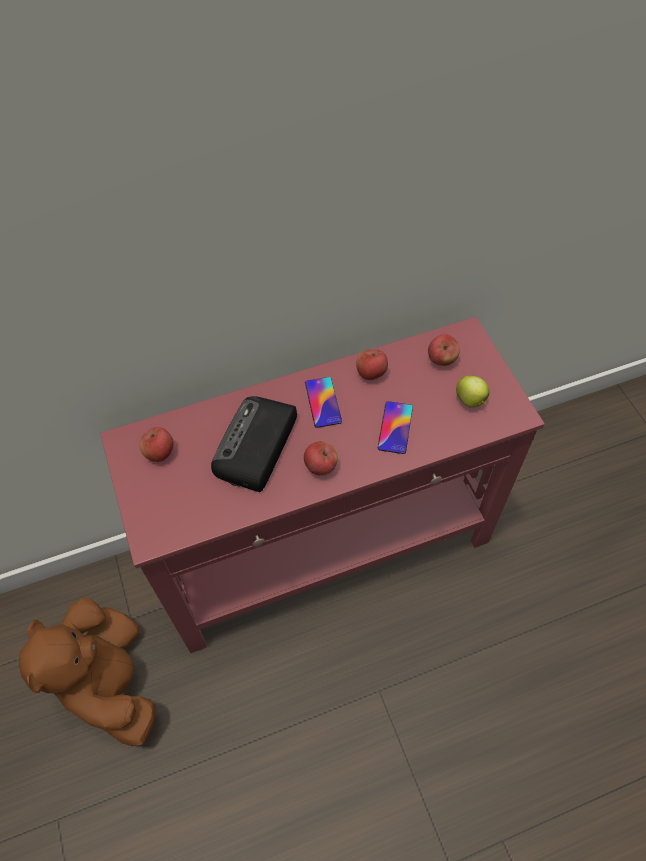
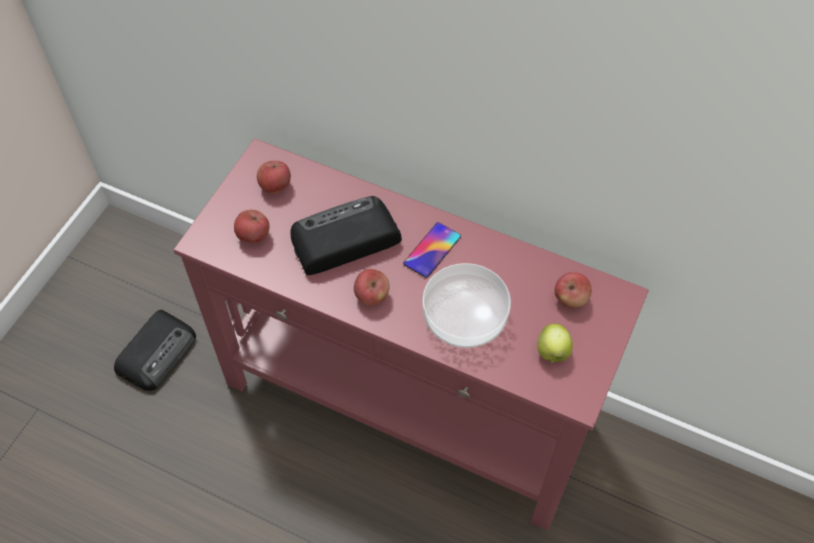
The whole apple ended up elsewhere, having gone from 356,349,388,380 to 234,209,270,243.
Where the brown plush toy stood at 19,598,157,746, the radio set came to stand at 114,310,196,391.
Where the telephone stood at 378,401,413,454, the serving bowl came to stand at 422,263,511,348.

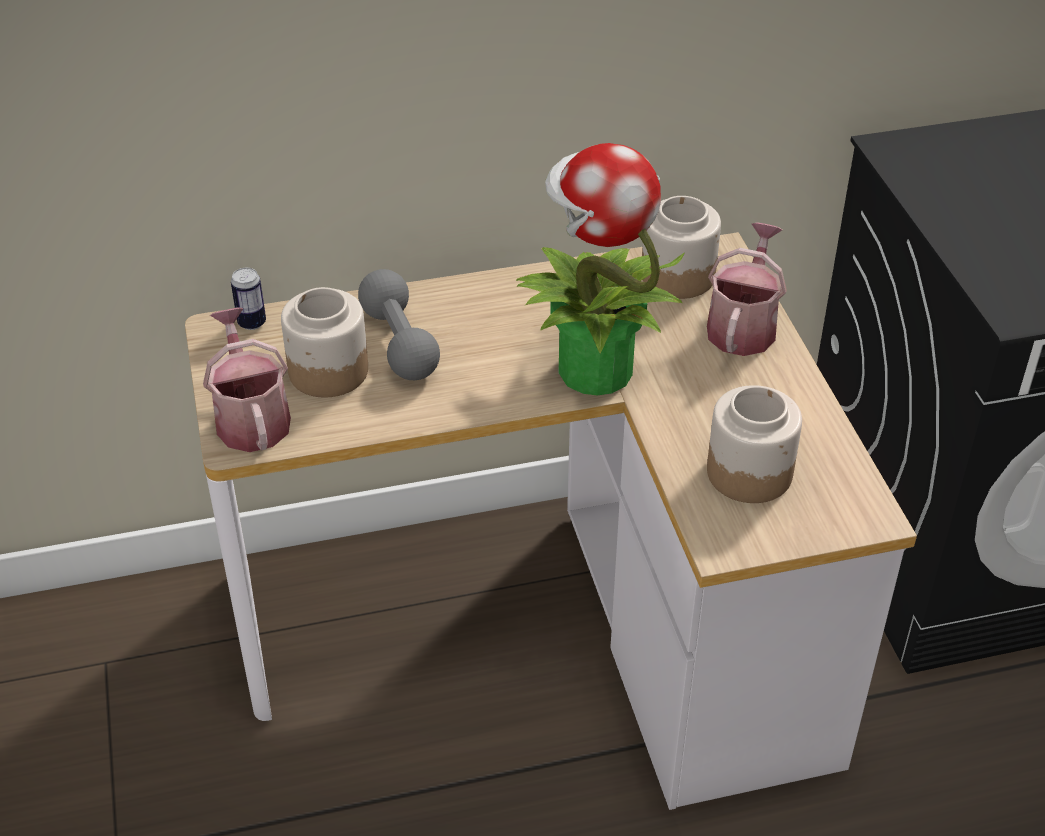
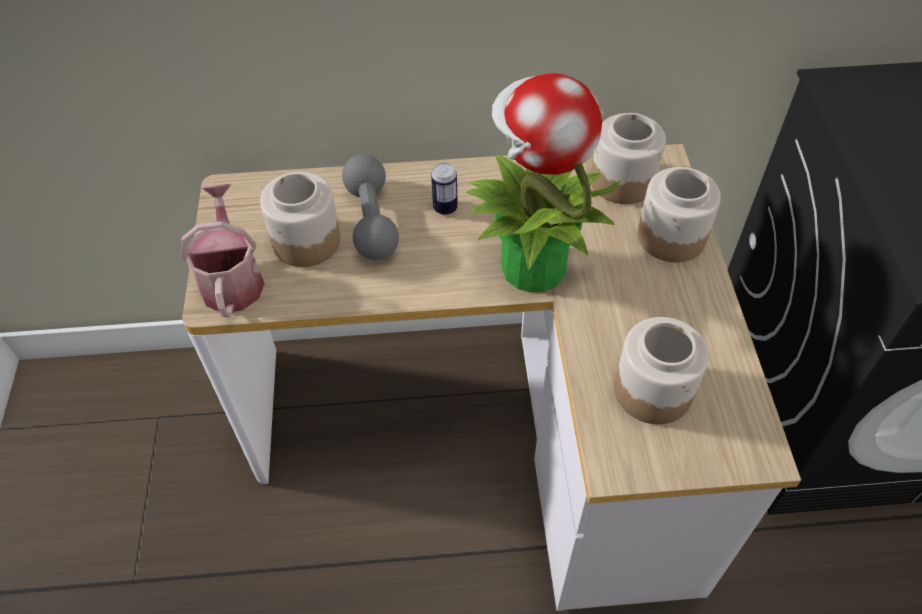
The sealed can ended up elsewhere, having gone from 231,268,266,330 to 431,163,458,215.
Where the sprinkling can stood at 707,222,787,356, the preserve jar came to stand at 638,167,721,263.

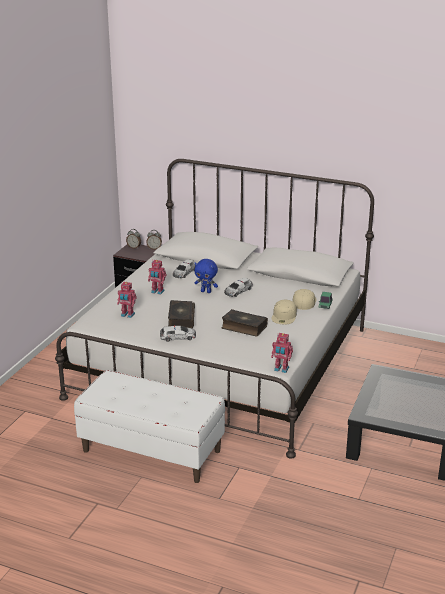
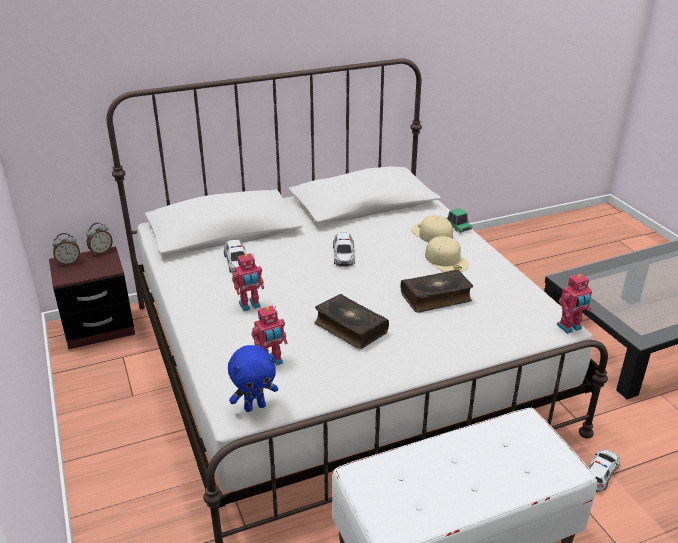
The model car ended up elsewhere, having gone from 160,325,196,342 to 588,449,620,492.
The bluish plush toy ended up elsewhere, having gone from 194,259,218,293 to 228,345,278,412.

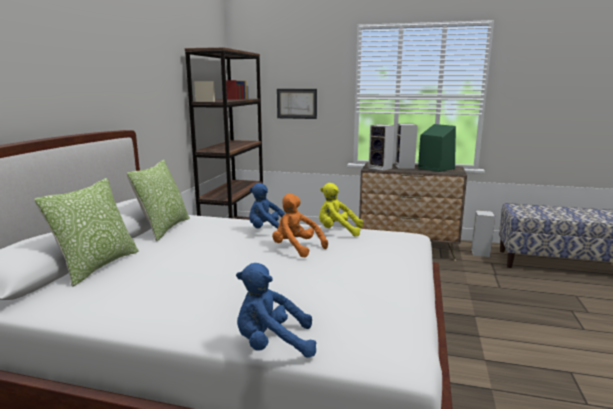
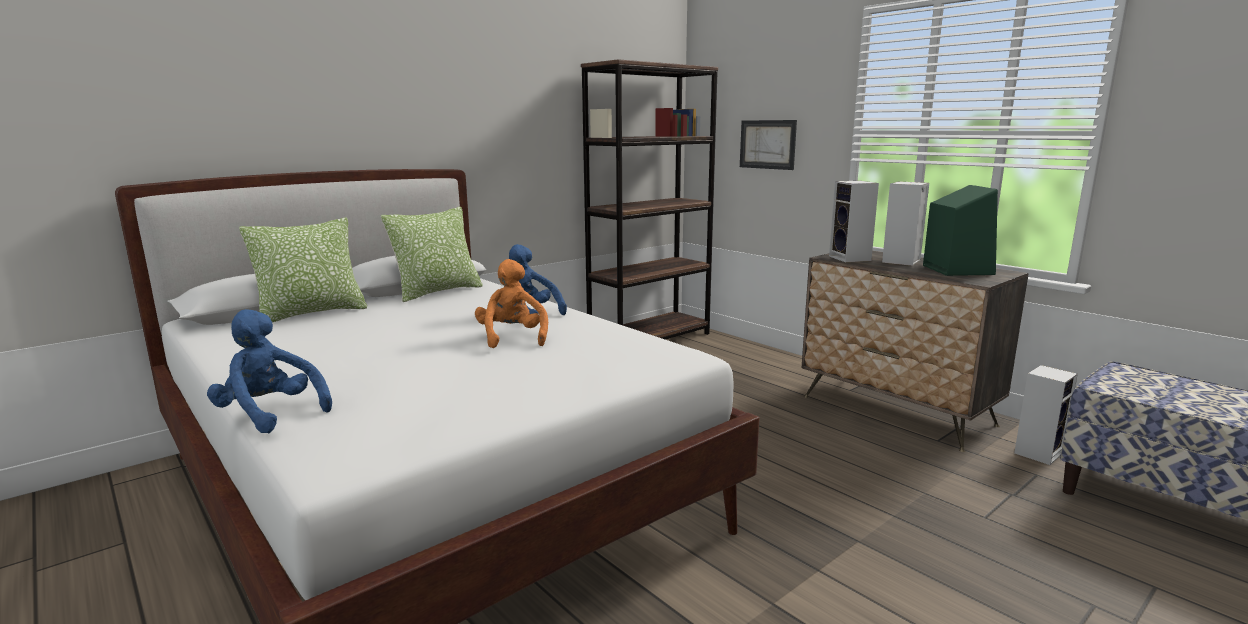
The second view lost the yellow-coloured plush toy at 319,183,363,237.

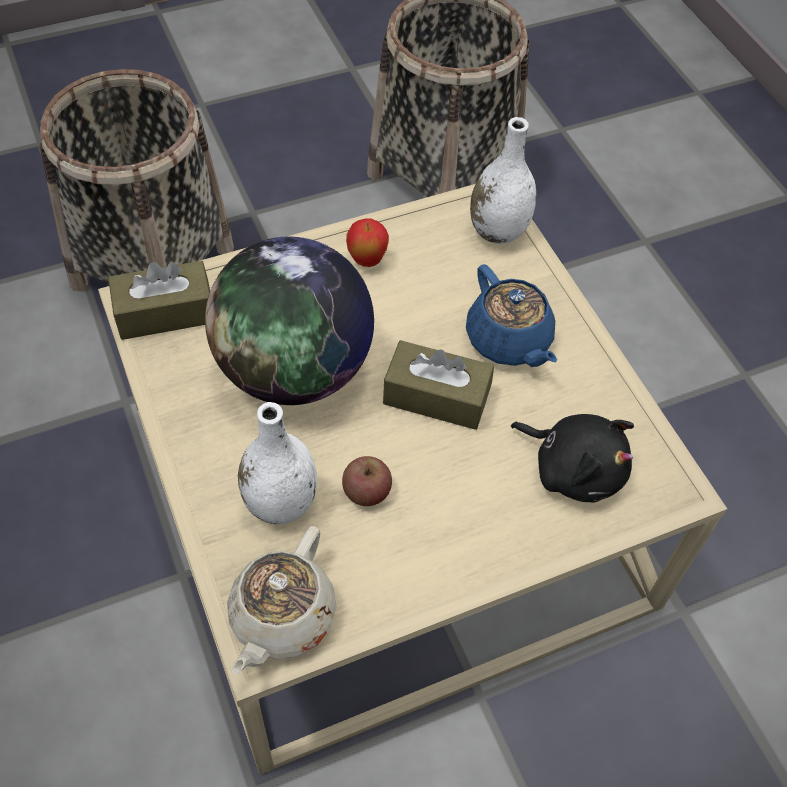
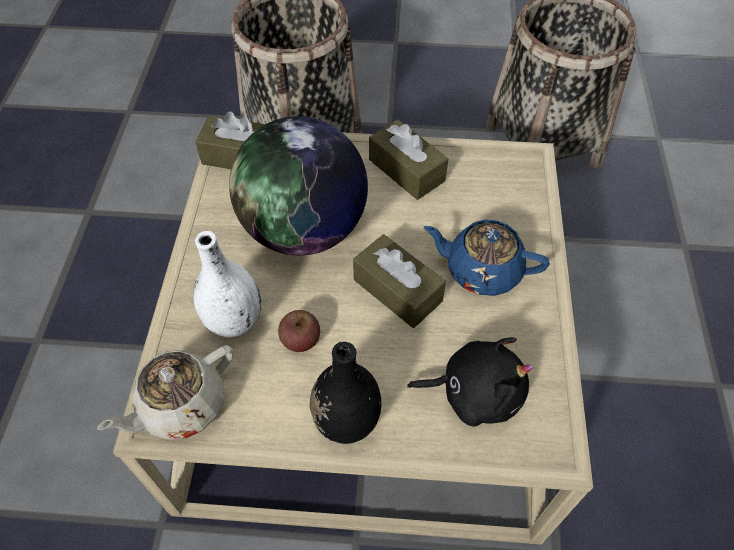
The second view lost the white vase at 470,117,536,244.
The second view gained the blackish vase at 310,342,382,444.
Where the whole apple stood at 346,218,389,267, the brown tissue box came to stand at 369,119,448,200.
The bluish teapot at 466,264,557,367 ended up facing another way, 105 degrees clockwise from before.
The blackish plush toy at 511,414,634,502 ended up facing another way, 60 degrees counterclockwise from before.

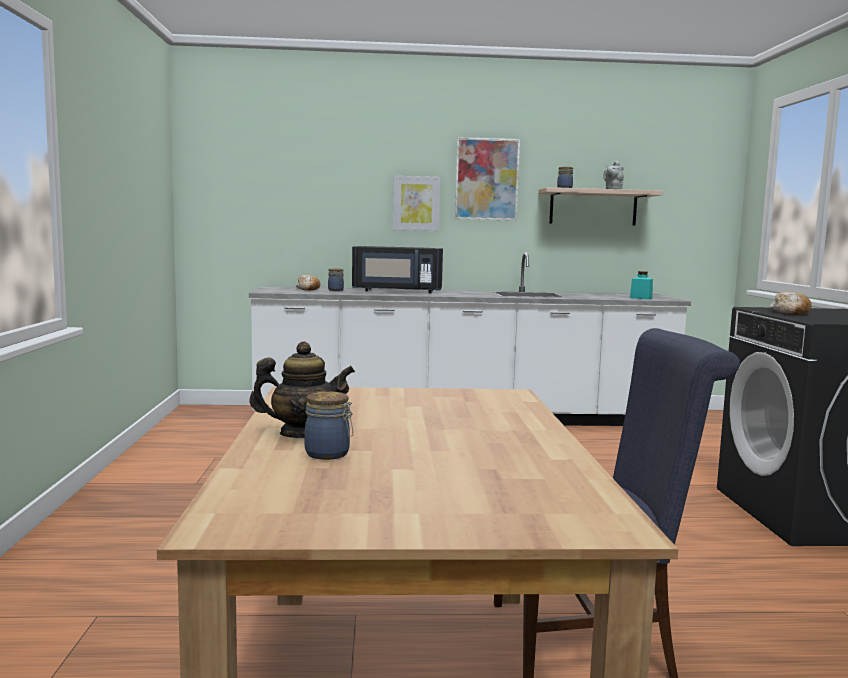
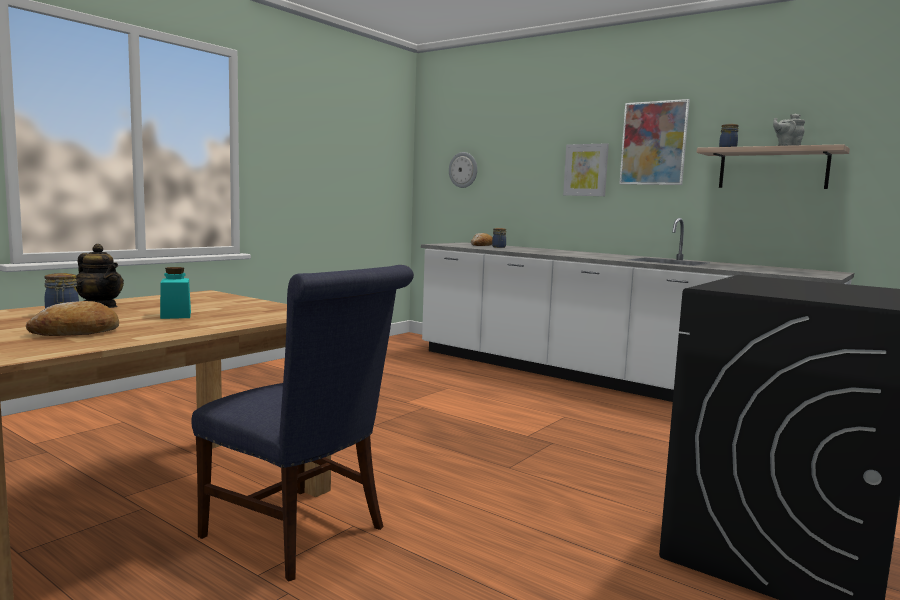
The second view lost the blackish microwave oven at 352,246,443,293.
The second view gained the wall clock at 449,152,477,188.
The turquoise preserve jar ended up elsewhere, having gone from 630,271,653,299 to 160,267,191,319.
The bakery bread ended up elsewhere, having gone from 770,291,812,315 to 26,301,119,336.

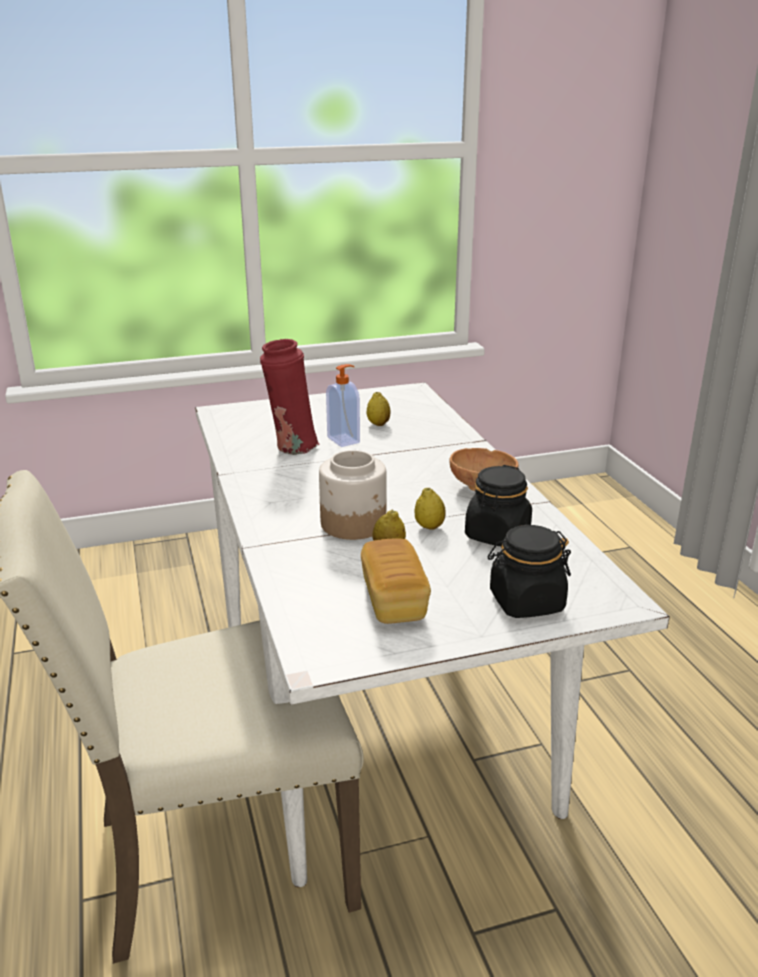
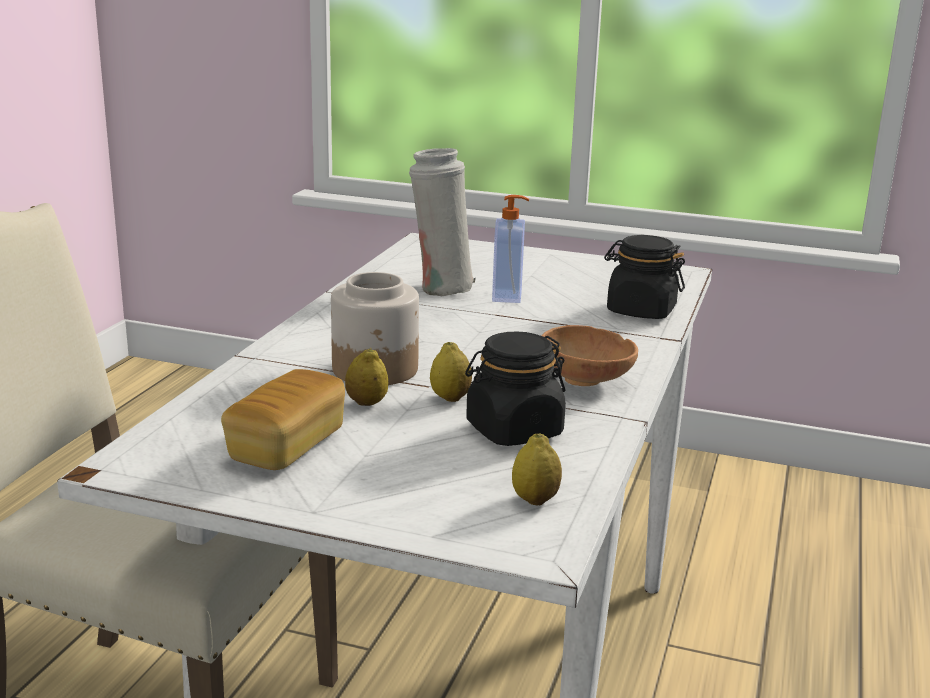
The whole lemon ended up elsewhere, having gone from 367,392,391,426 to 512,433,562,506.
The blackish preserve jar ended up elsewhere, having gone from 488,525,571,618 to 604,235,685,319.
What was the red-coloured vase at 260,339,319,455 turned into the white vase at 409,148,476,296.

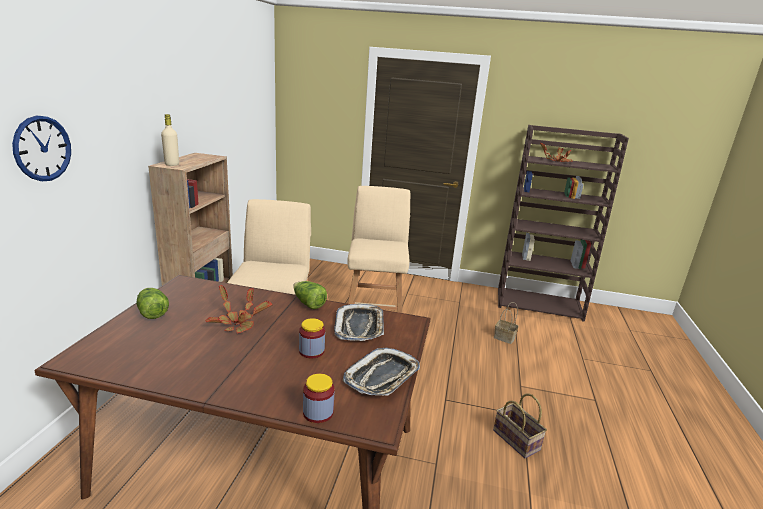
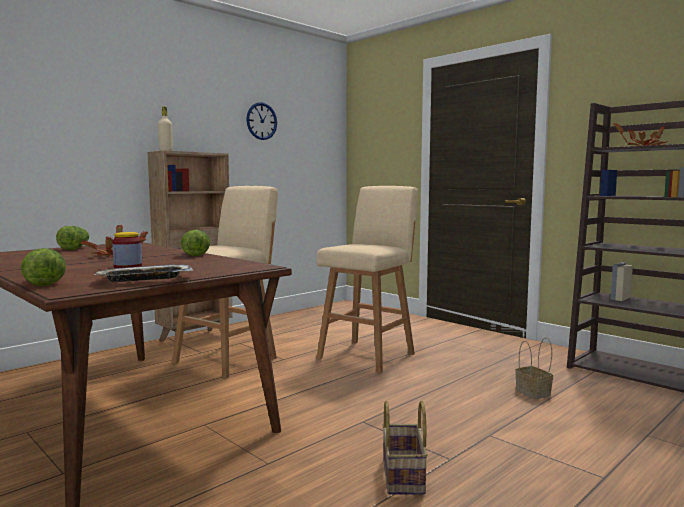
The second view lost the carrying tray at 334,304,384,341.
The wall clock ended up elsewhere, having gone from 12,116,71,181 to 246,102,277,140.
Where the preserve jar stood at 303,373,335,423, the lettuce came to stand at 21,248,66,286.

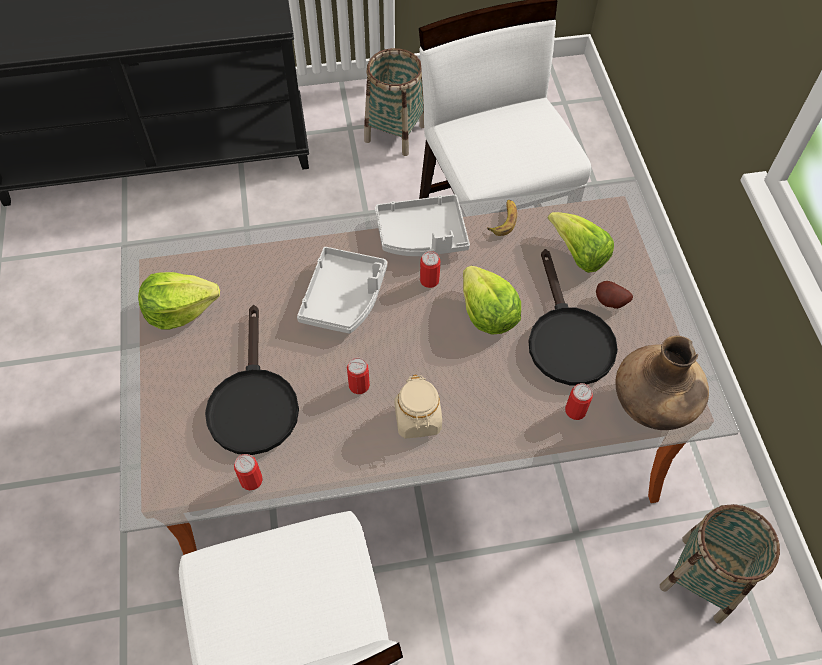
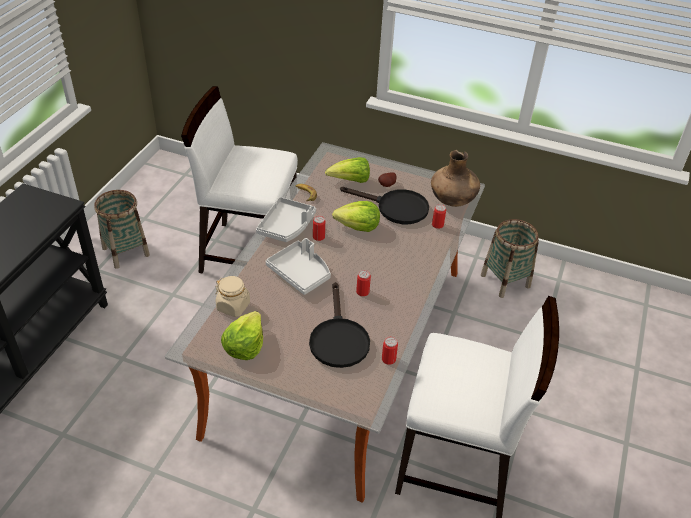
The beige preserve jar ended up elsewhere, having gone from 394,375,442,439 to 215,276,250,317.
The blackish frying pan at 205,305,299,455 ended up facing another way, 60 degrees clockwise from before.

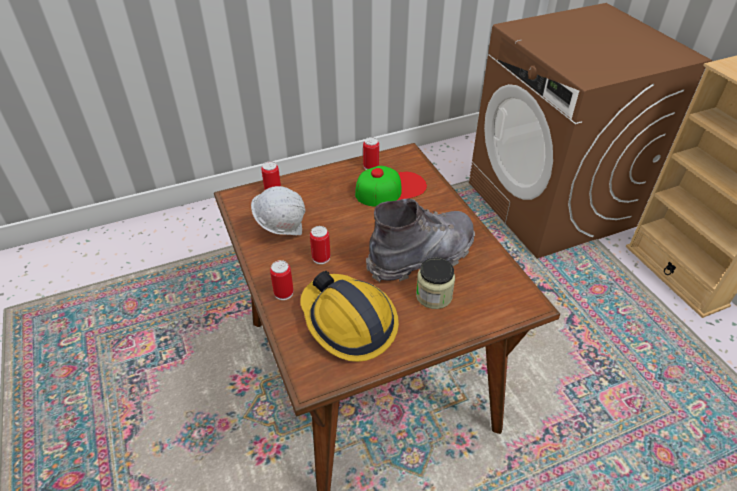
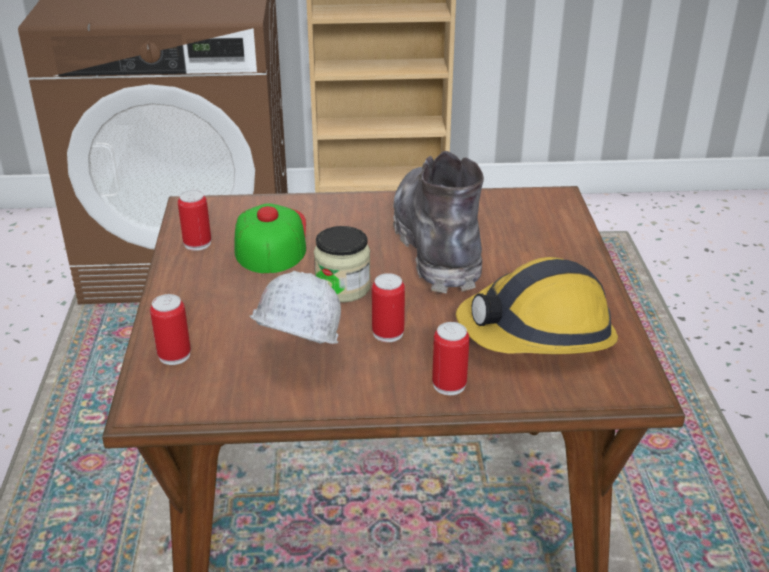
The preserve jar ended up elsewhere, having gone from 416,257,455,309 to 314,226,371,303.

